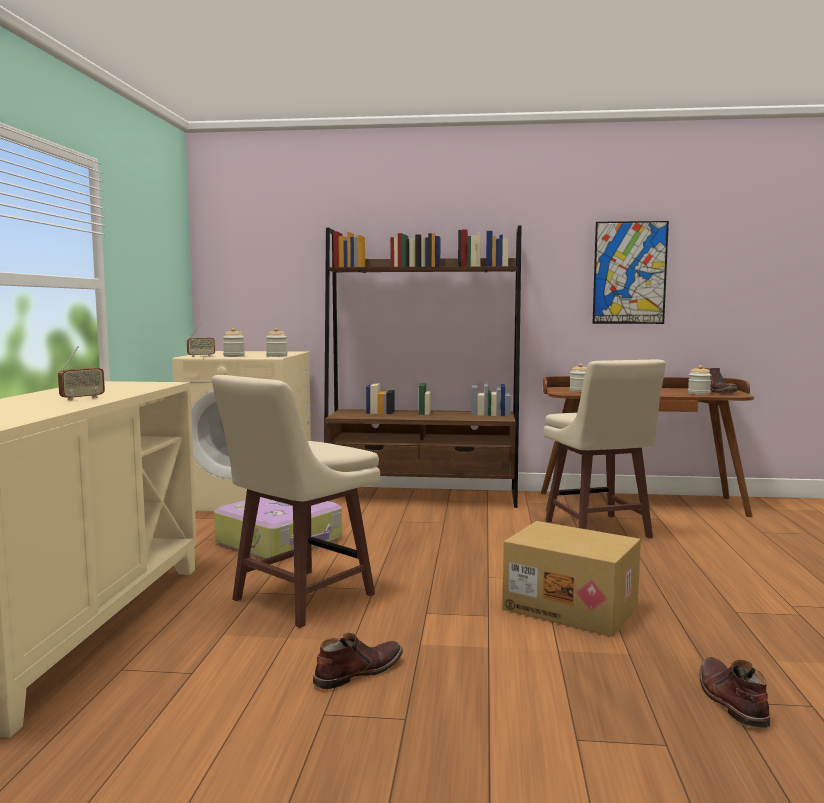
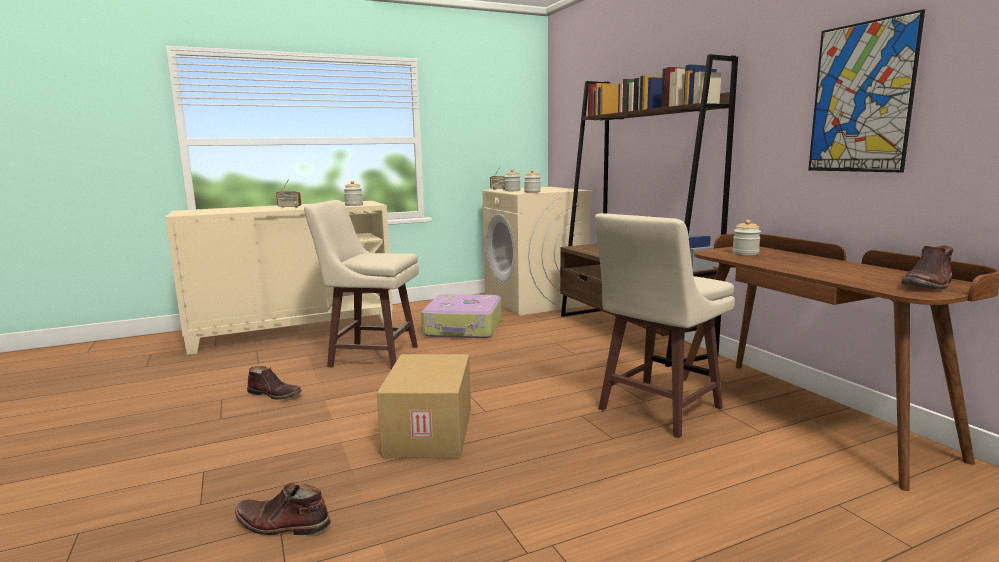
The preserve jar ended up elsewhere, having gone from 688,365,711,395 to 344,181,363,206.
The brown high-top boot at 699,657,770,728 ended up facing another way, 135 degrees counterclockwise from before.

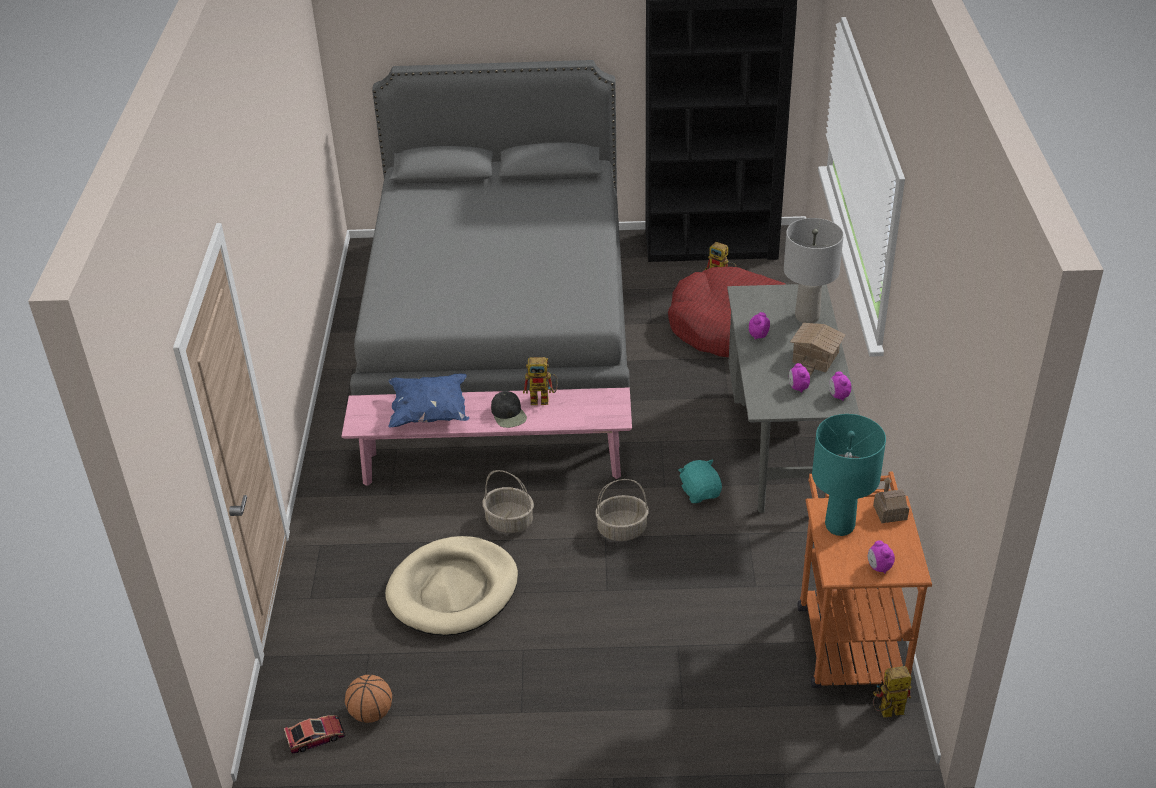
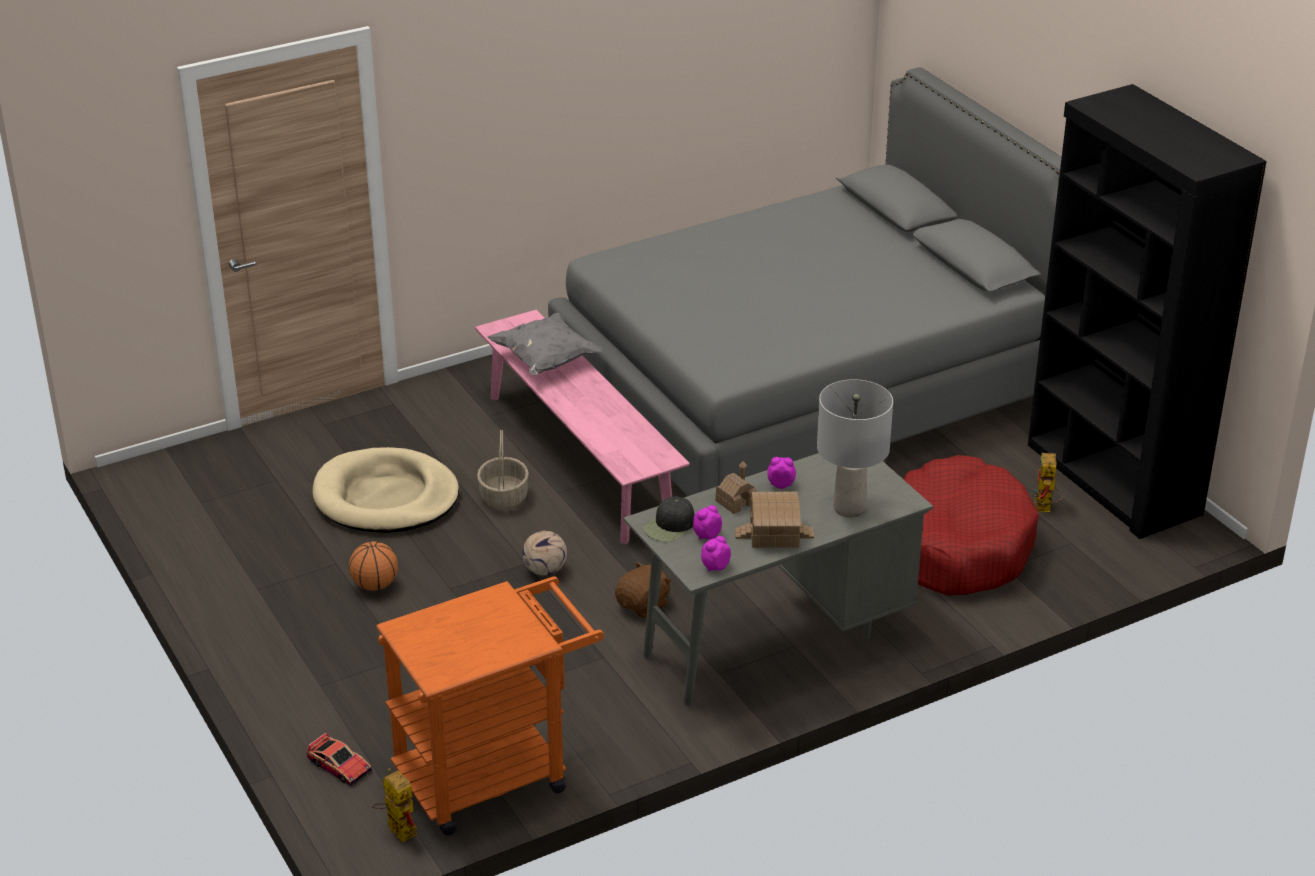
The second view lost the model robot at 523,357,558,405.
The second view lost the turquoise table lamp at 812,414,886,536.
The second view lost the alarm clock at 868,540,895,574.
The model car ended up elsewhere, having gone from 284,715,345,753 to 306,733,372,786.
The ball for basketball ended up elsewhere, having gone from 345,675,392,723 to 349,541,398,591.
The blackish cap ended up elsewhere, having gone from 491,391,527,428 to 643,496,695,542.
The miniature house ended up elsewhere, having gone from 873,477,909,523 to 715,462,757,514.
Where the household basket stood at 595,479,649,541, the ball for football came to stand at 522,531,567,575.
What was the bluish pillow at 388,373,469,428 turned into the greyish pillow at 487,313,603,375.
What was the turquoise plush toy at 678,459,722,503 turned into the brown plush toy at 615,562,672,618.

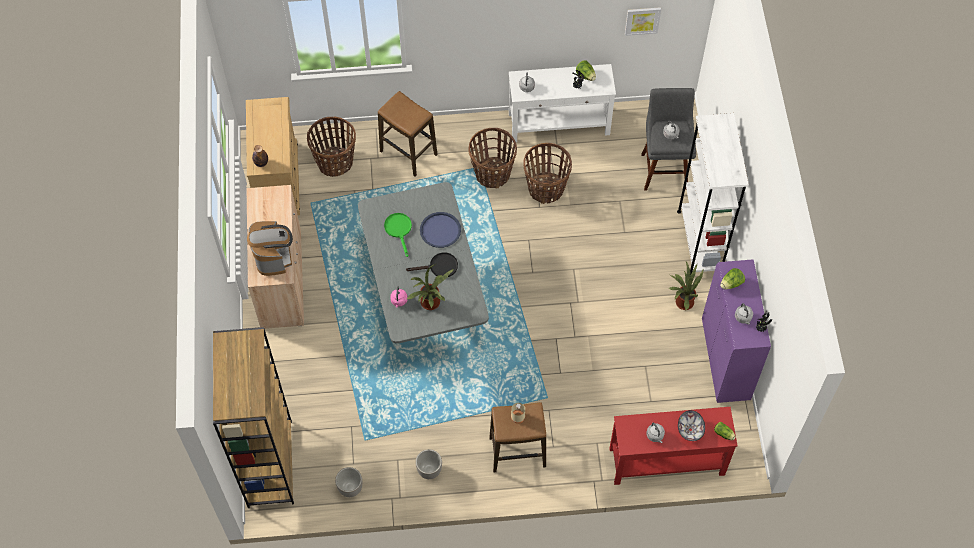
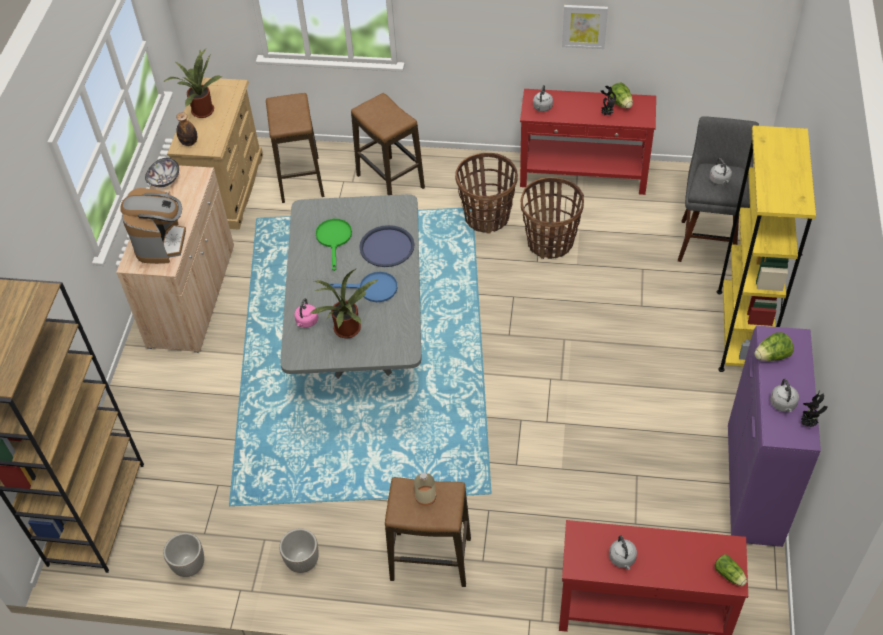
The wall art ended up elsewhere, having gone from 625,7,661,36 to 562,5,608,49.
The houseplant ended up elsewhere, having gone from 669,262,704,310 to 163,49,222,118.
The serving bowl ended up elsewhere, having gone from 678,410,705,441 to 145,158,179,187.
Where the household basket stood at 307,117,356,177, the stool came to stand at 266,93,324,203.
What was the blackish frying pan at 406,252,458,277 turned into the bluish frying pan at 329,272,398,302.
What was the white console table at 509,64,616,143 turned into the red-coloured console table at 520,89,656,195.
What was the white shelving unit at 677,113,749,276 turned into the yellow-coloured shelving unit at 717,125,816,372.

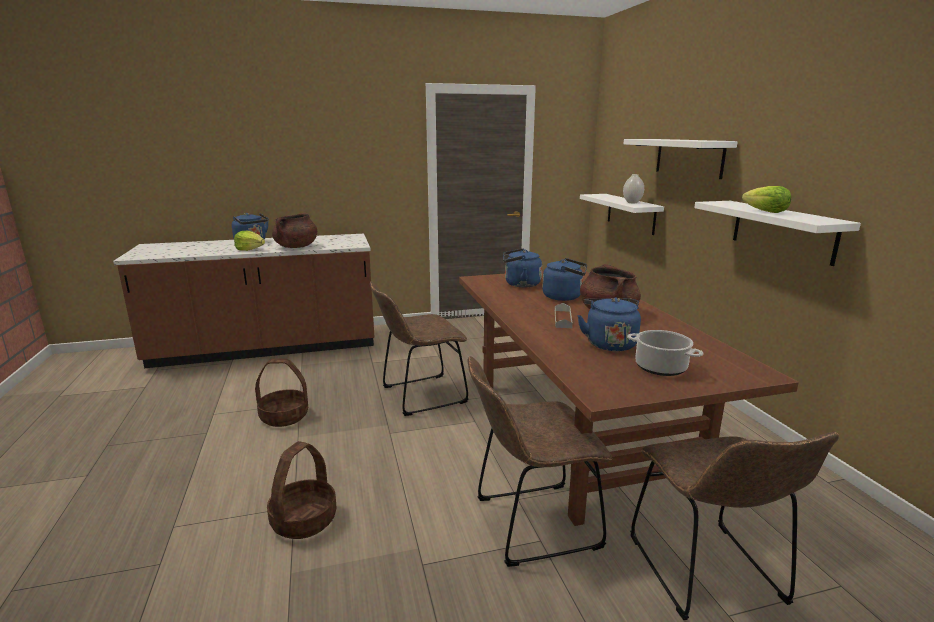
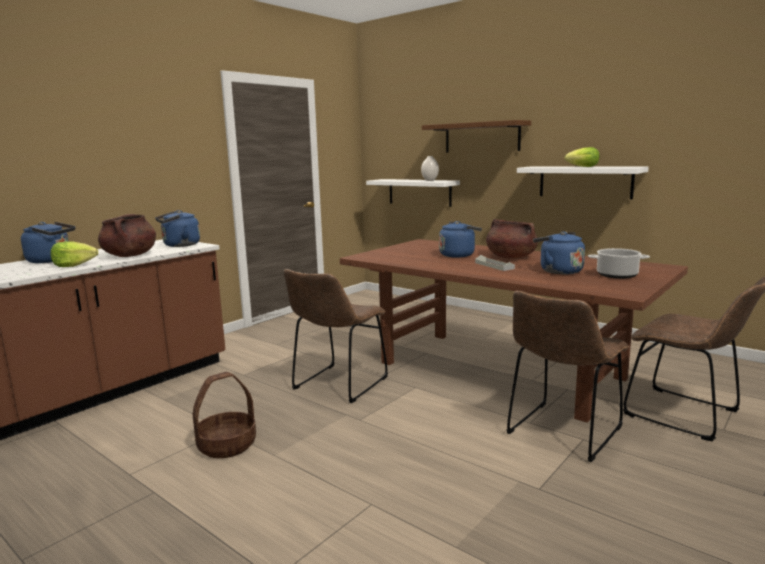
The second view lost the household basket at 267,441,337,539.
The bluish tea kettle ended up elsewhere, having gone from 503,248,542,287 to 155,210,200,247.
What was the white wall shelf at 624,139,738,179 turned into the brown wall shelf at 422,120,531,152.

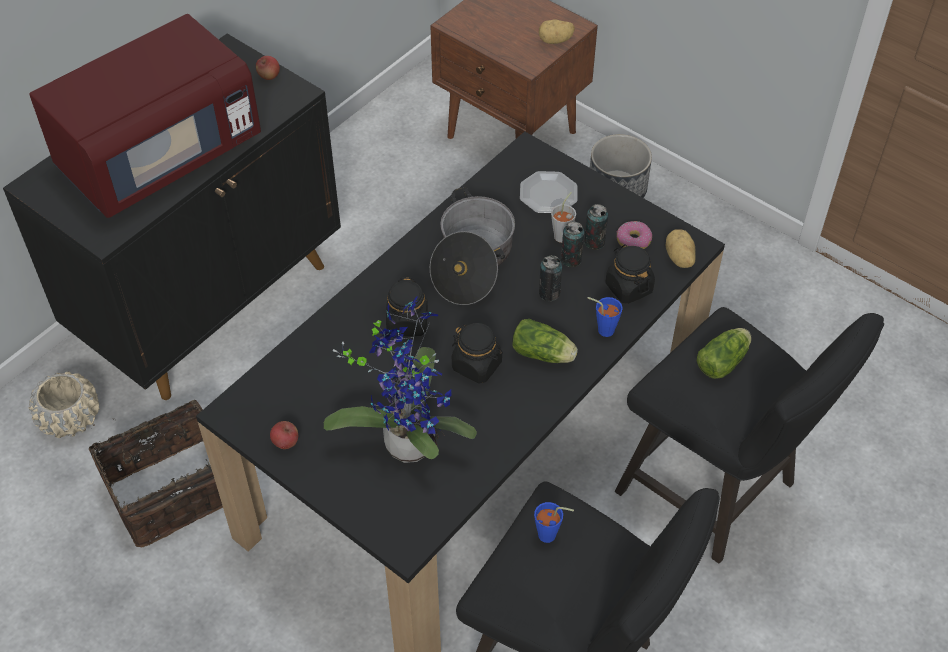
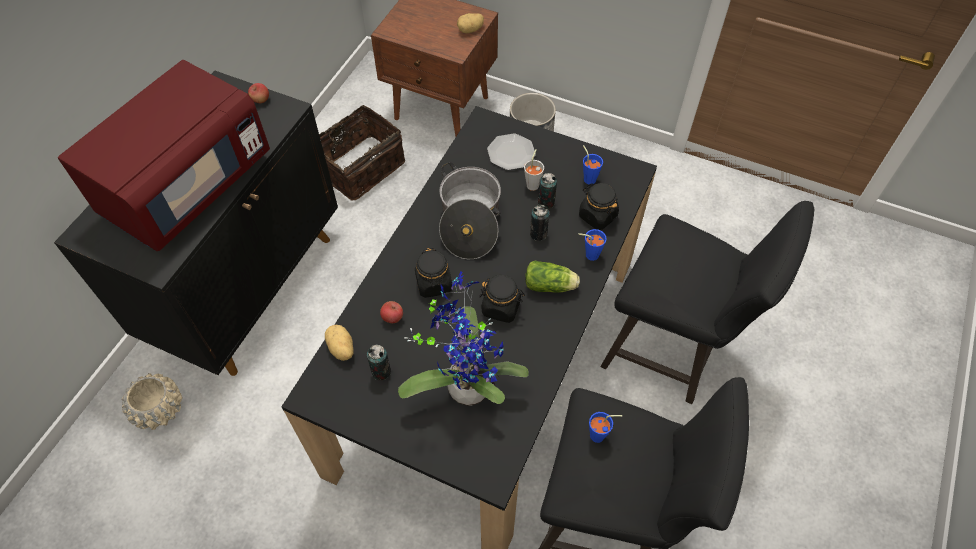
The second view lost the lettuce at 697,328,751,379.
The household basket ended up elsewhere, having gone from 89,400,223,547 to 319,105,405,200.
The whole apple ended up elsewhere, having gone from 270,421,298,449 to 380,301,403,324.
The sealed can ended up elsewhere, having gone from 584,204,608,250 to 367,344,391,380.
The potato ended up elsewhere, having gone from 666,229,696,268 to 325,325,354,361.
Where the doughnut stood at 617,221,652,249, the bluish drinking cup came to stand at 583,145,603,185.

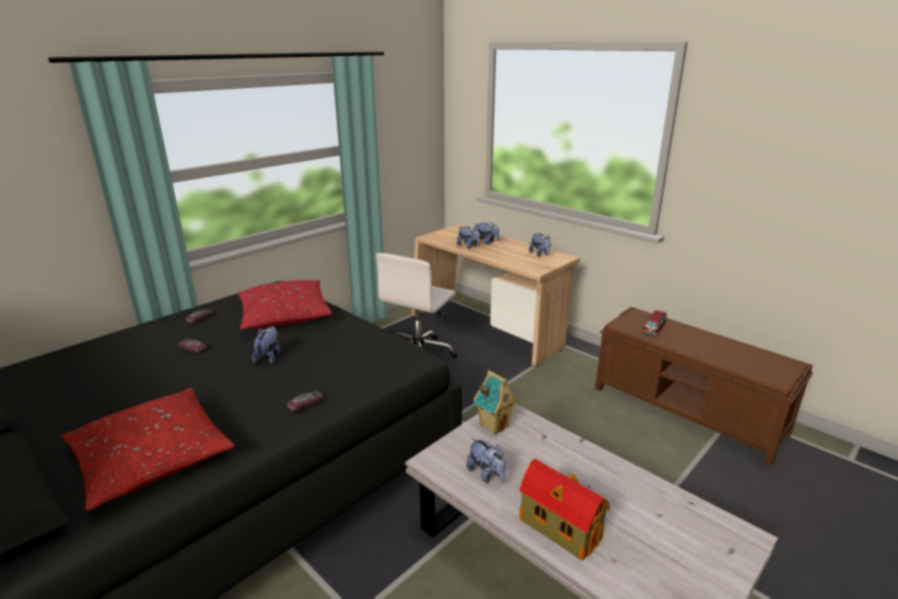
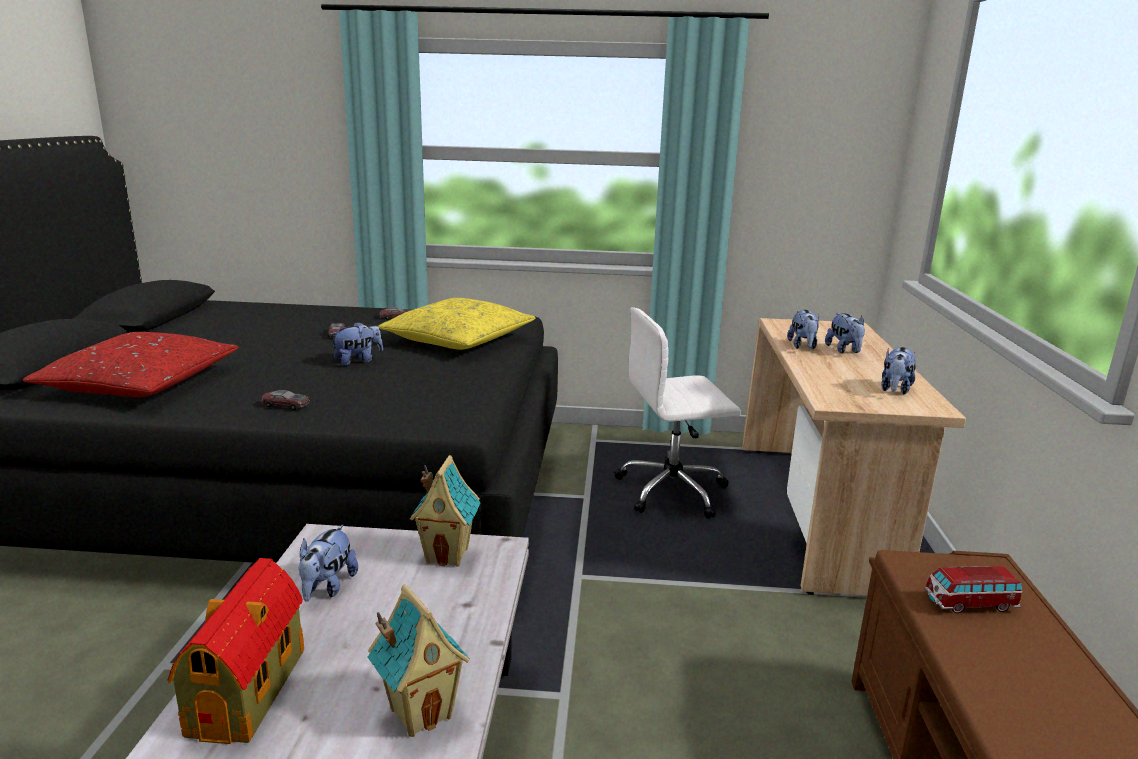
The second view gained the miniature house at 368,585,470,737.
What was the red-coloured pillow at 238,280,332,329 turned into the yellow-coloured pillow at 378,298,536,350.

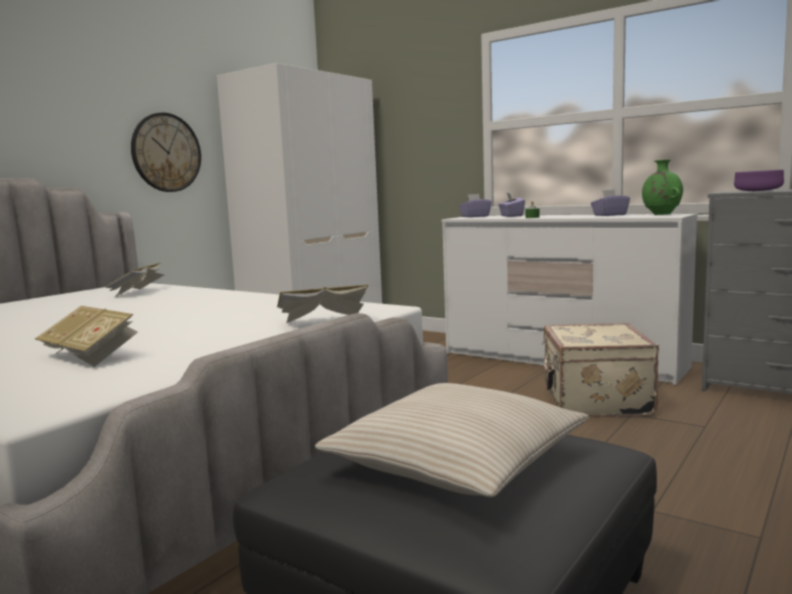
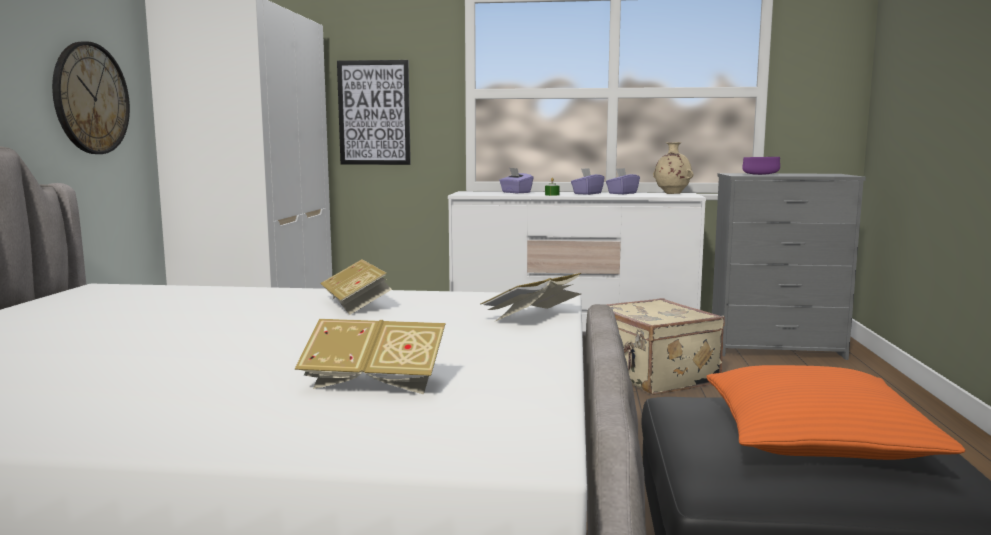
The second view gained the wall art at 337,60,411,165.
The bound book ended up elsewhere, having gone from 103,263,164,297 to 320,259,392,315.
The purple tissue box ended up elsewhere, having gone from 459,194,492,217 to 571,168,605,195.
What was the beige pillow at 315,383,589,497 turned into the orangey pillow at 707,365,965,460.
What was the greenish vase at 642,160,683,215 turned into the beige vase at 653,142,693,194.

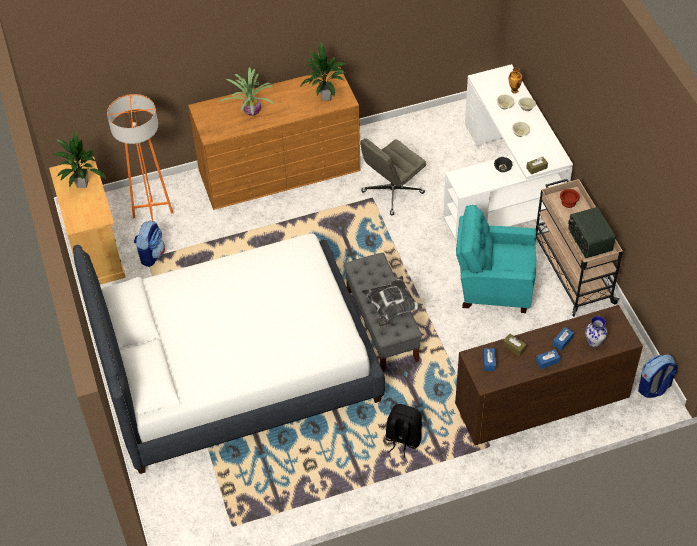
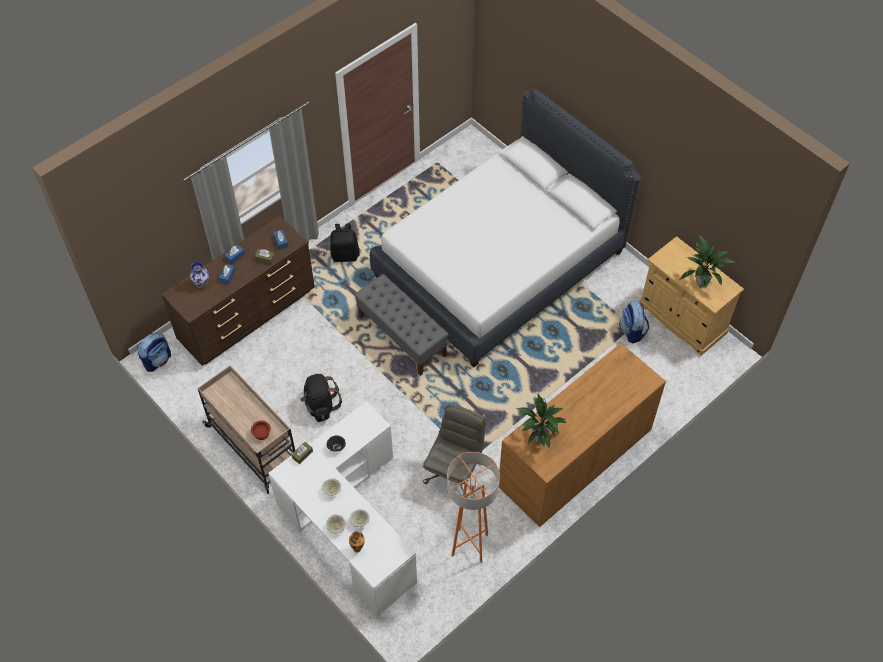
The second view lost the houseplant at 219,67,275,116.
The second view lost the pillow at 362,276,422,326.
The second view lost the radio set at 568,207,616,258.
The orangey floor lamp ended up elsewhere, having gone from 107,94,173,221 to 447,452,500,563.
Where the turquoise easy chair stood at 456,205,536,313, the blackish backpack came to stand at 300,374,342,422.

